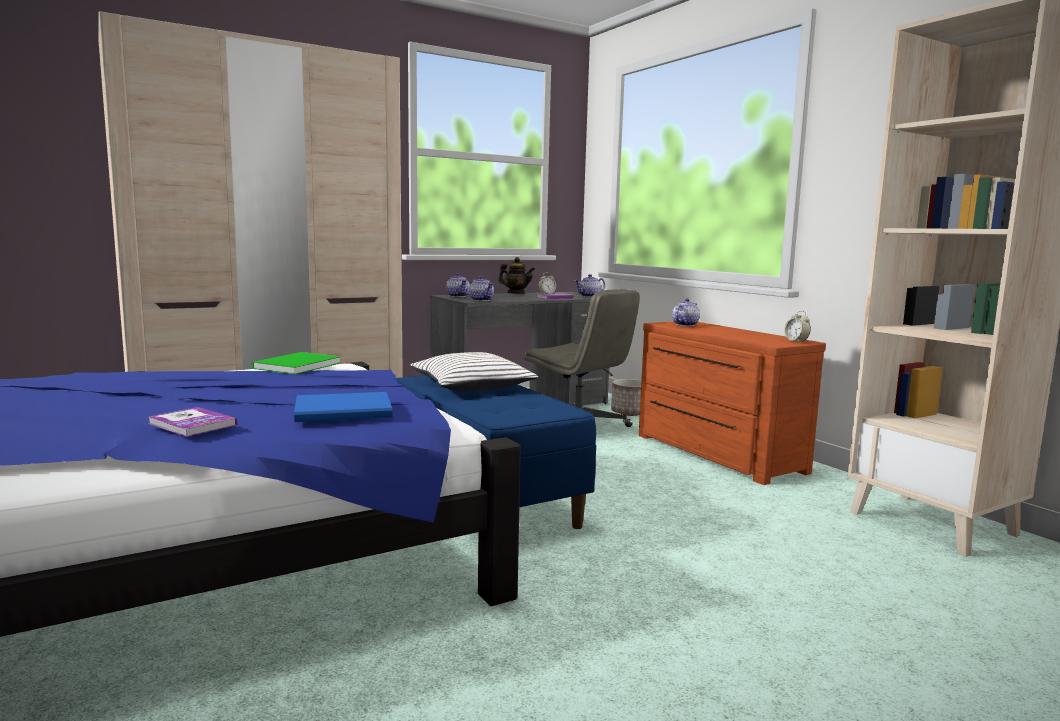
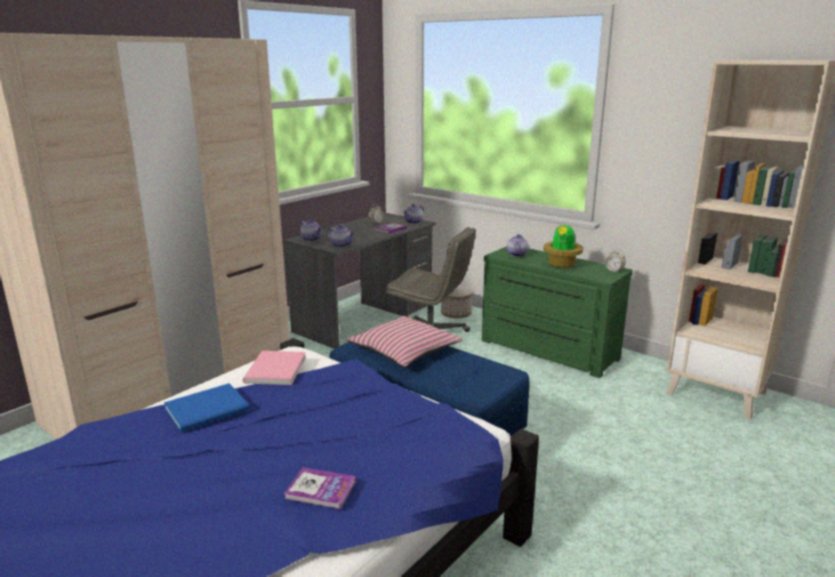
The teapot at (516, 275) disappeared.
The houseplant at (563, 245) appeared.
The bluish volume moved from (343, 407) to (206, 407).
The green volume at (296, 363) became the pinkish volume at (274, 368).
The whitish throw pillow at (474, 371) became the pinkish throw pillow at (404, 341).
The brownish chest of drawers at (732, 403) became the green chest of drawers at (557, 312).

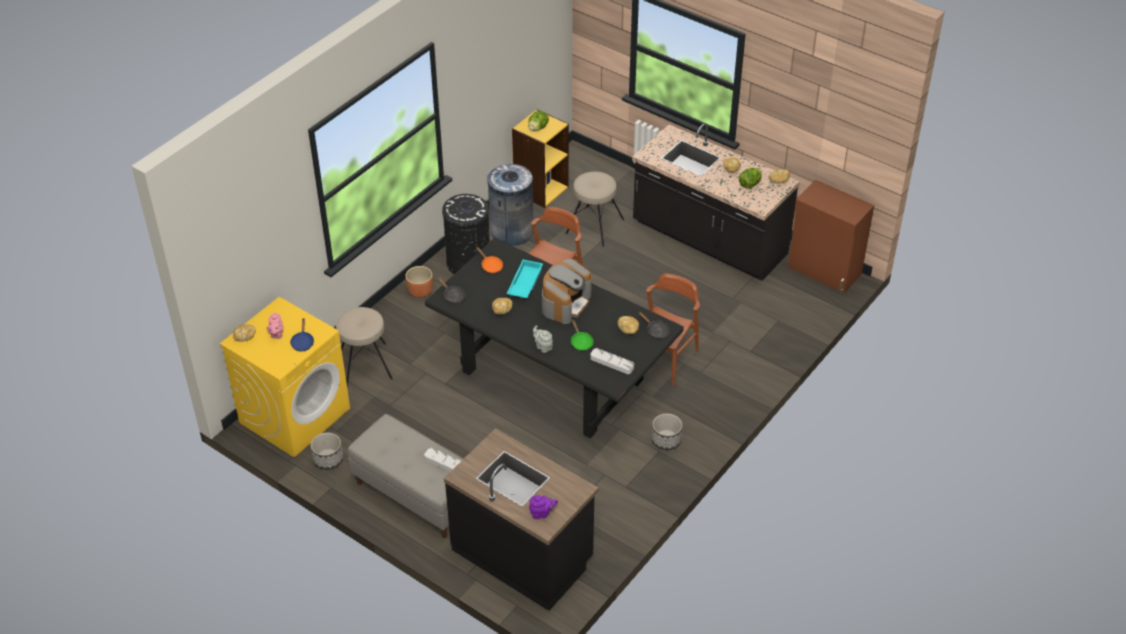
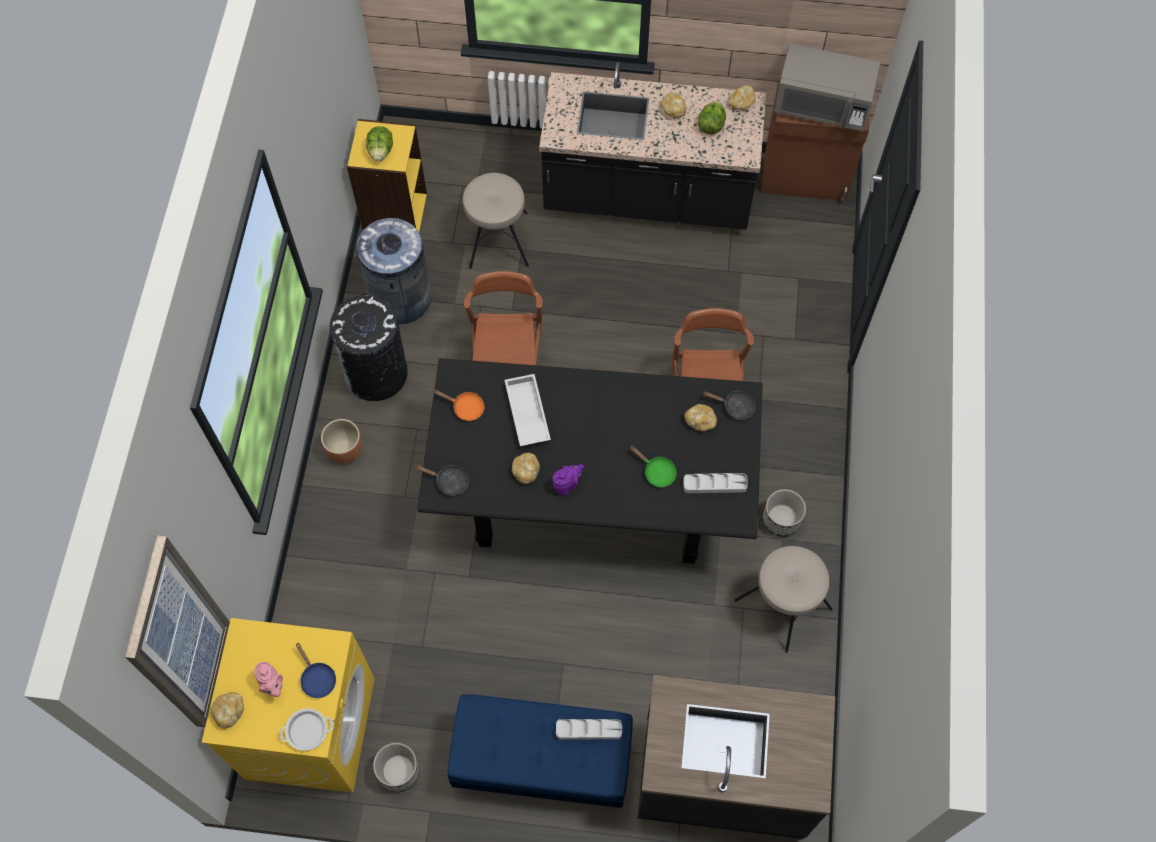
The greyish teapot at (543, 339) disappeared.
The coffee machine at (567, 291) disappeared.
The wall art at (177, 631) appeared.
The stockpot at (306, 729) appeared.
The greyish kitchen microwave at (827, 87) appeared.
The beige-coloured sitting stool moved from (364, 346) to (783, 599).
The purple teapot moved from (543, 507) to (568, 480).
The greyish indoor bench at (405, 476) became the bluish indoor bench at (540, 751).
The blue-green carrying tray at (525, 278) became the whitish carrying tray at (527, 410).

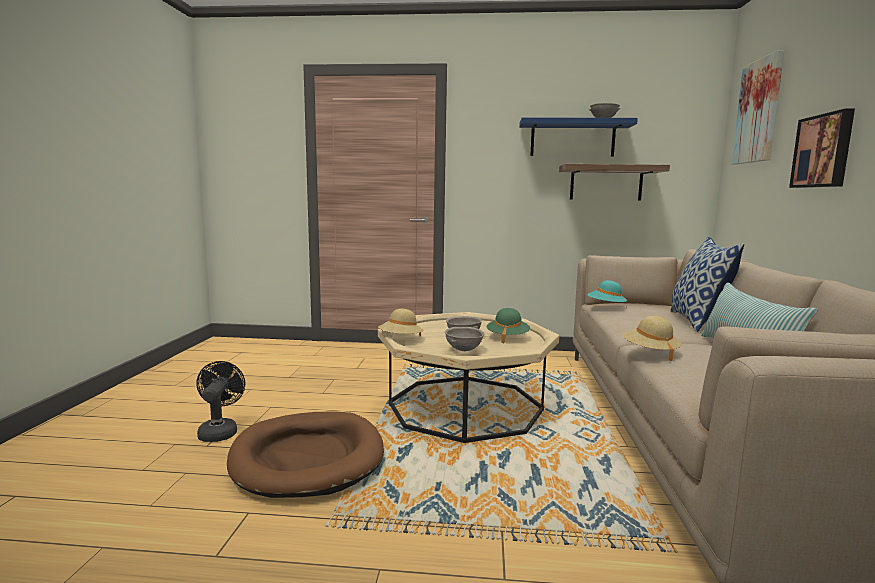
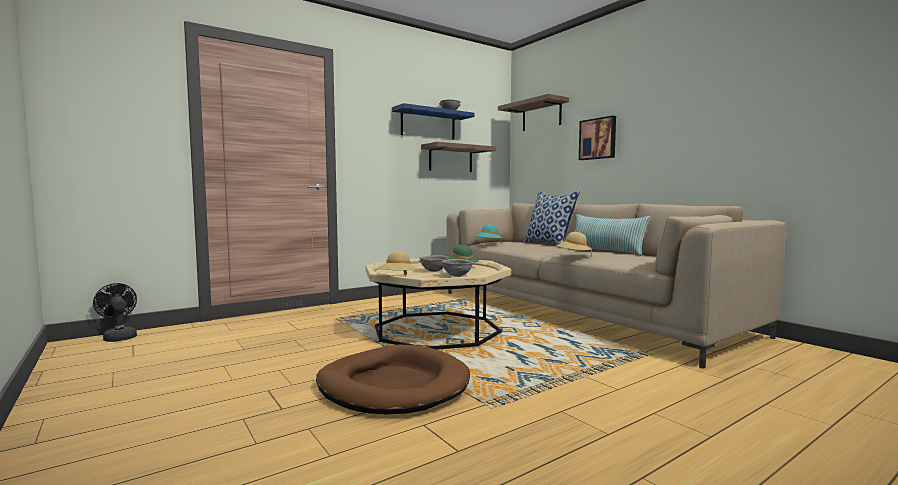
The black-coloured fan moved from (220, 401) to (115, 312).
The wall art at (758, 107) was replaced by the bracket shelf at (533, 112).

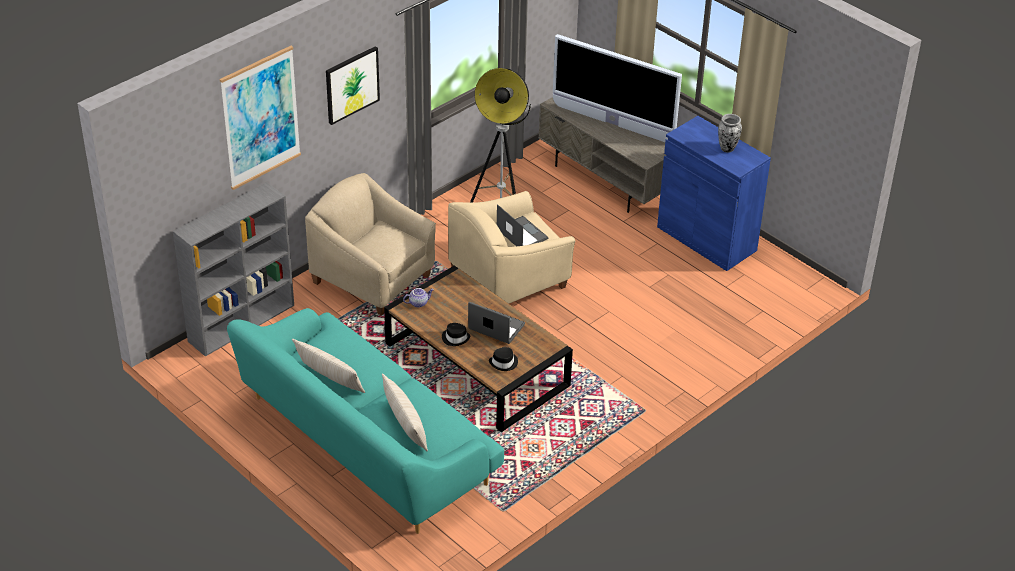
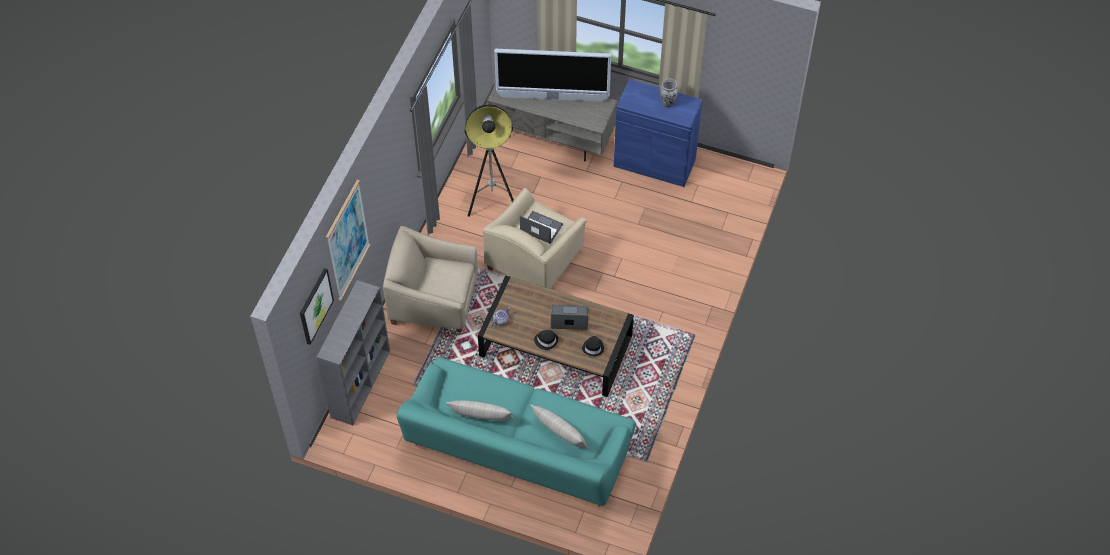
The wall art moved from (353, 85) to (317, 306).

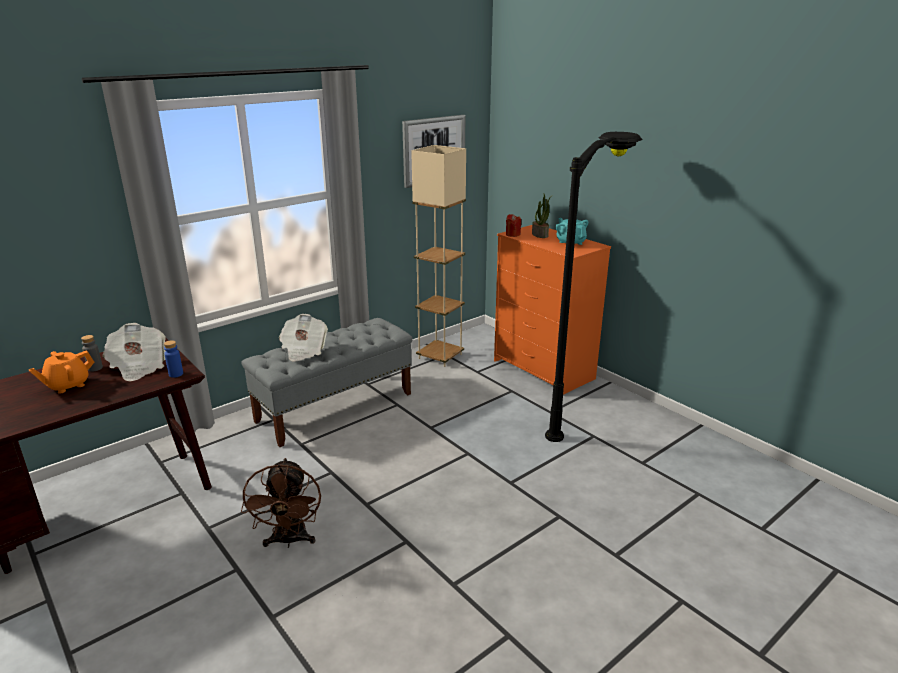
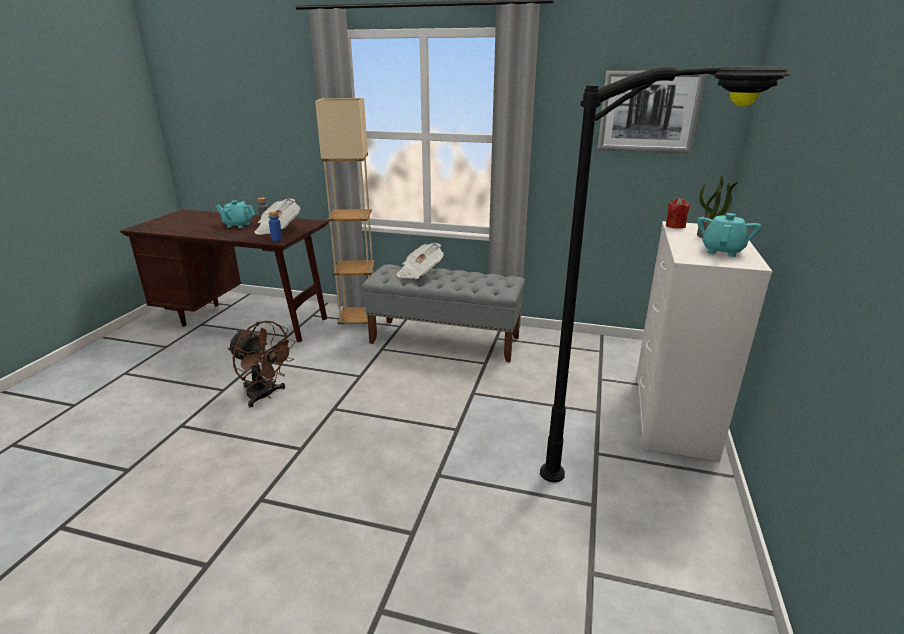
The beige-coloured standard lamp moved from (438, 256) to (345, 213).
The orangey teapot at (62, 372) became the blue-green teapot at (235, 214).
The orangey chest of drawers at (552, 310) became the whitish chest of drawers at (704, 341).
The brownish fan at (281, 503) turned 105 degrees counterclockwise.

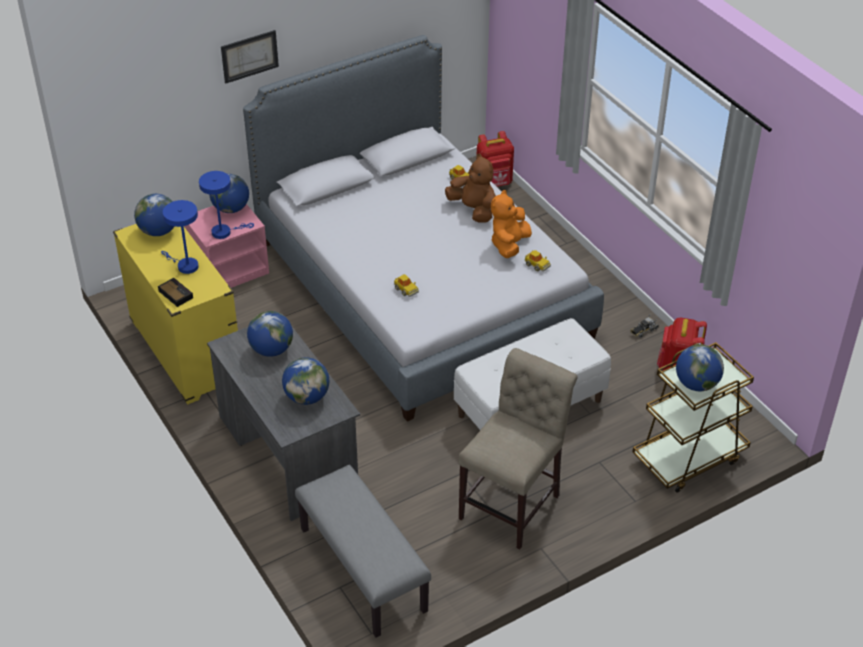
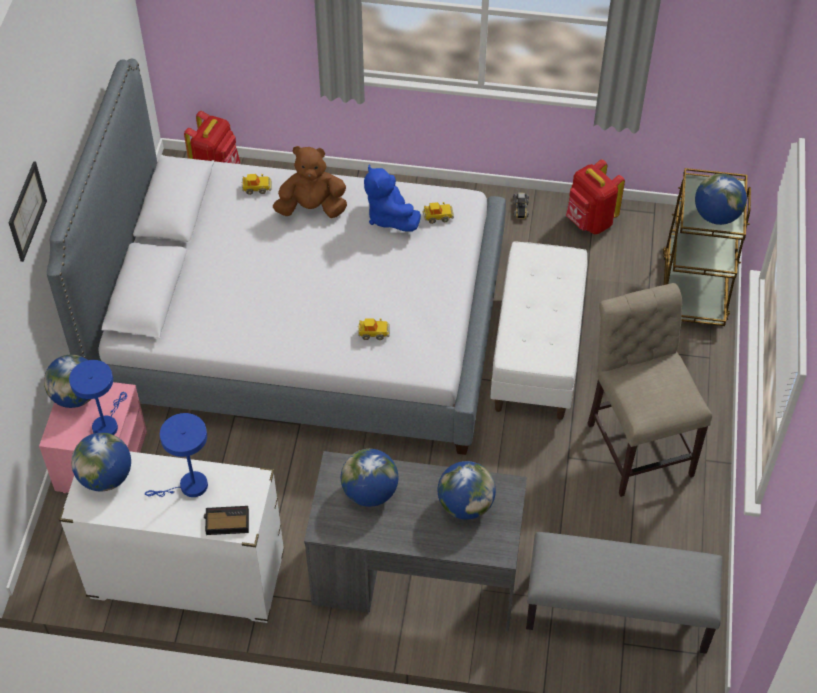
The yellow-coloured chest of drawers at (175, 314) became the whitish chest of drawers at (171, 537).
The orangey plush toy at (511, 224) became the bluish plush toy at (392, 198).

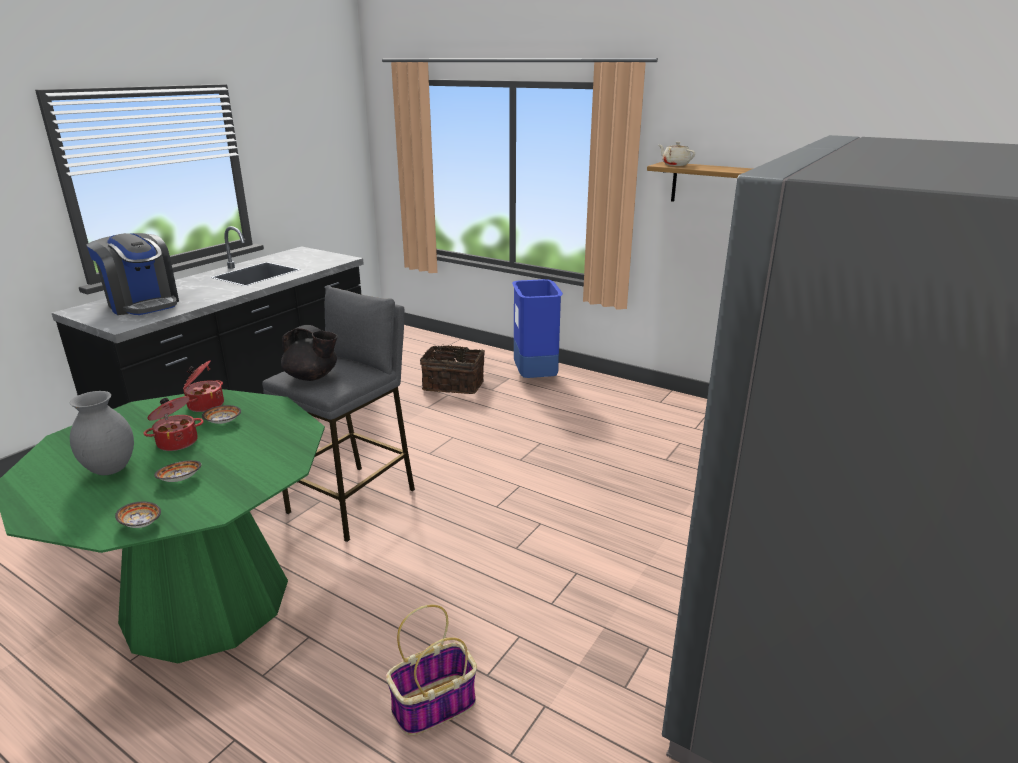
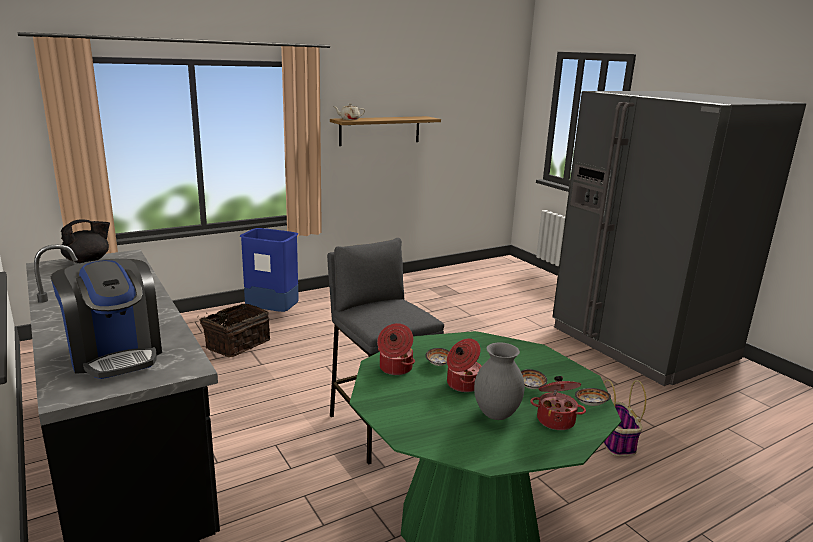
The stockpot at (558, 403) appeared.
The black-coloured teapot moved from (309, 353) to (85, 241).
The coffee machine at (132, 274) turned 75 degrees clockwise.

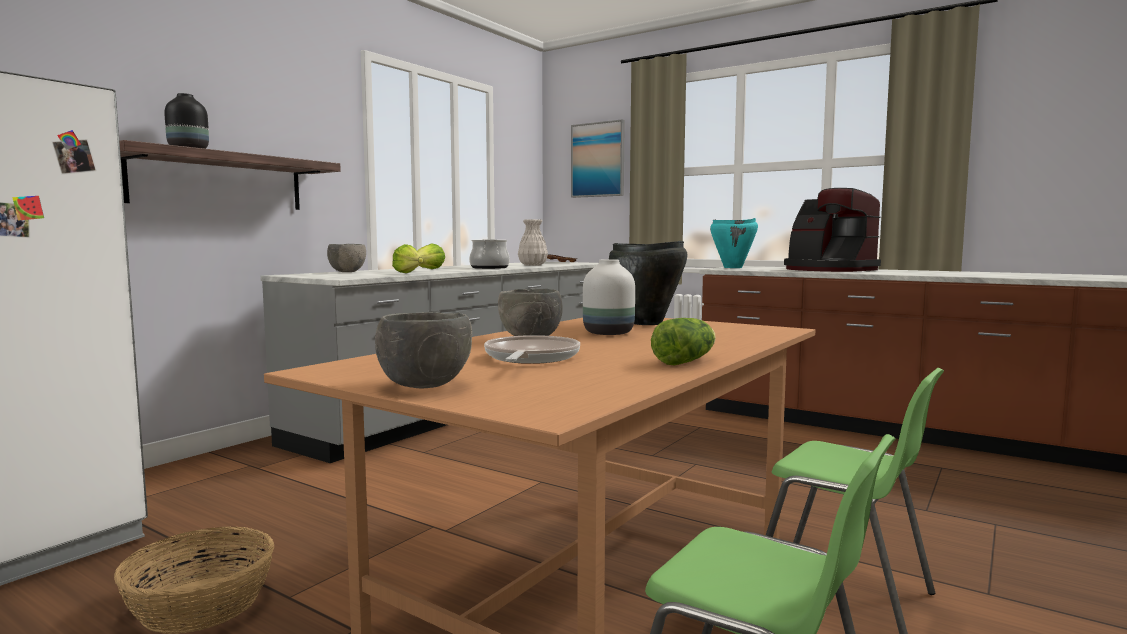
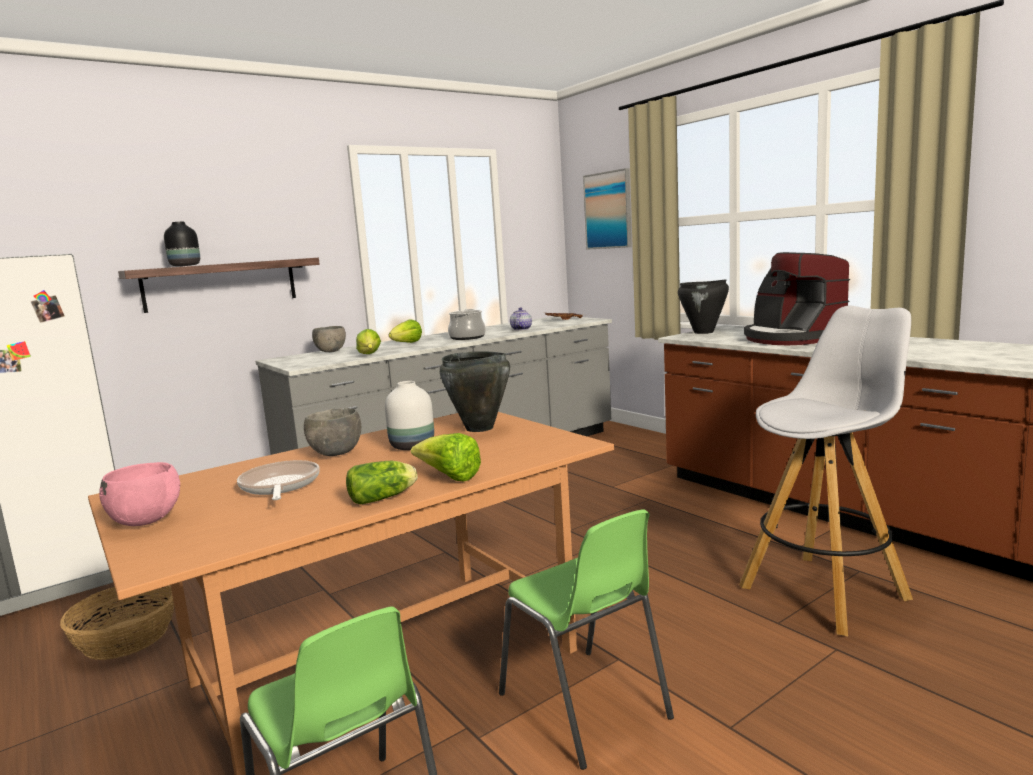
The head of lettuce at (446, 457) appeared.
The whitish sitting stool at (826, 471) appeared.
The whitish decorative vase at (533, 242) was replaced by the teapot at (521, 319).
The greyish deep dish at (423, 350) became the pinkish deep dish at (139, 494).
The blue-green stockpot at (734, 243) became the black-coloured stockpot at (703, 306).
The skillet at (532, 349) turned 45 degrees counterclockwise.

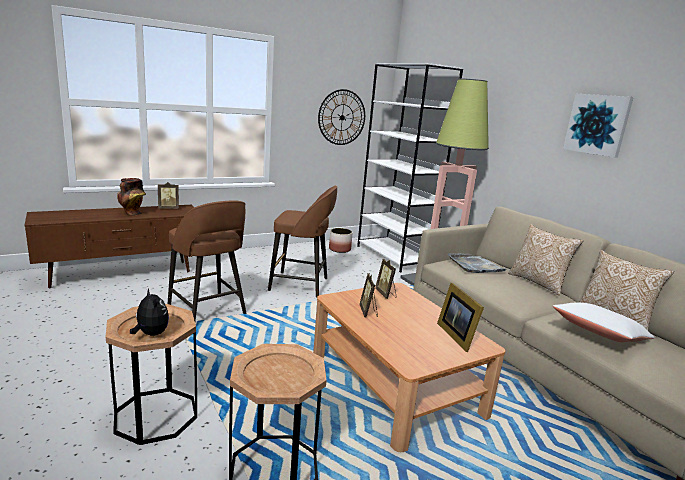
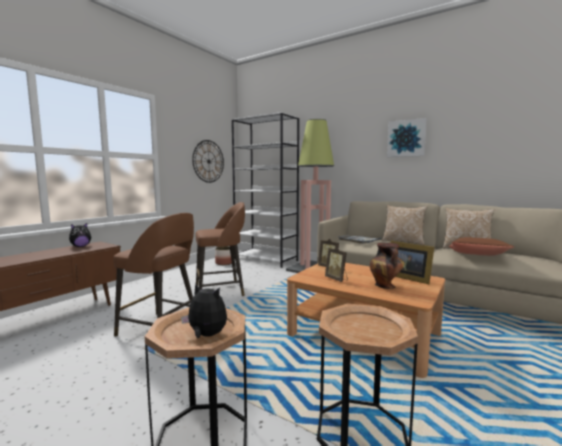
The decorative vase moved from (131, 196) to (387, 265).
The photo frame at (168, 195) was replaced by the plush toy at (80, 235).
The whitish throw pillow at (604, 322) became the brownish throw pillow at (481, 246).

